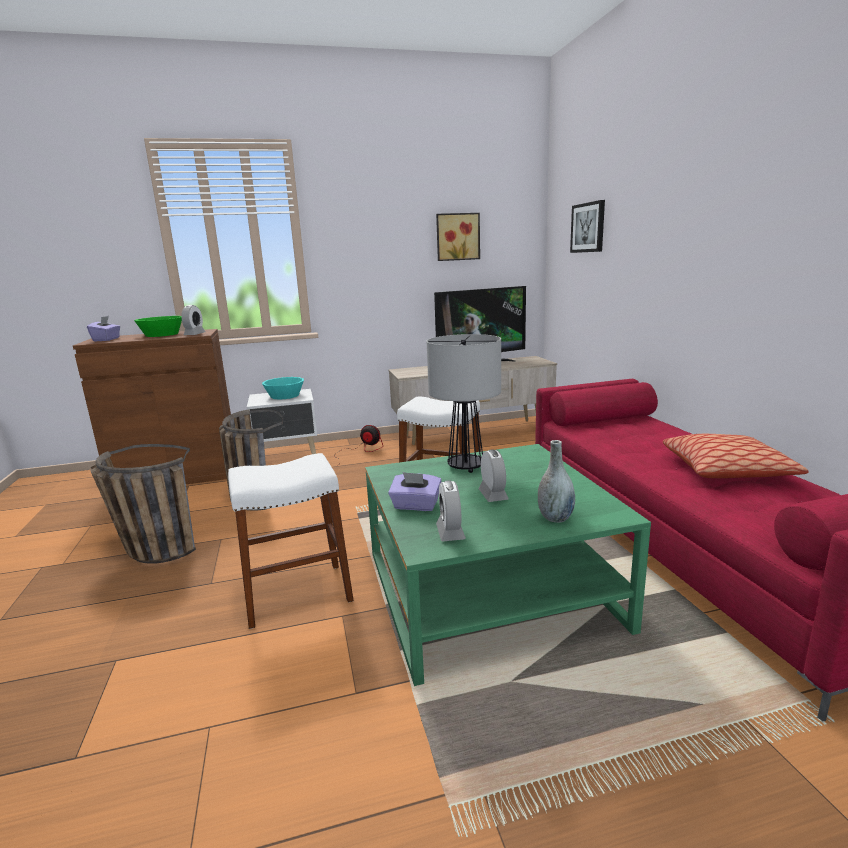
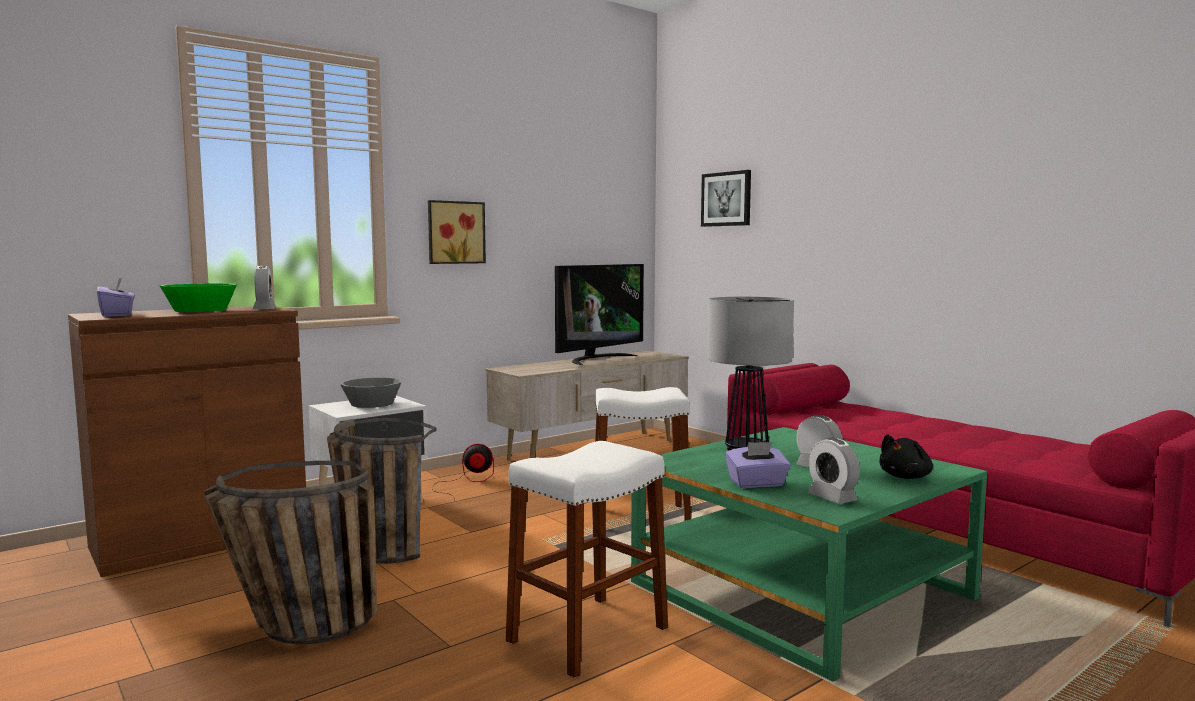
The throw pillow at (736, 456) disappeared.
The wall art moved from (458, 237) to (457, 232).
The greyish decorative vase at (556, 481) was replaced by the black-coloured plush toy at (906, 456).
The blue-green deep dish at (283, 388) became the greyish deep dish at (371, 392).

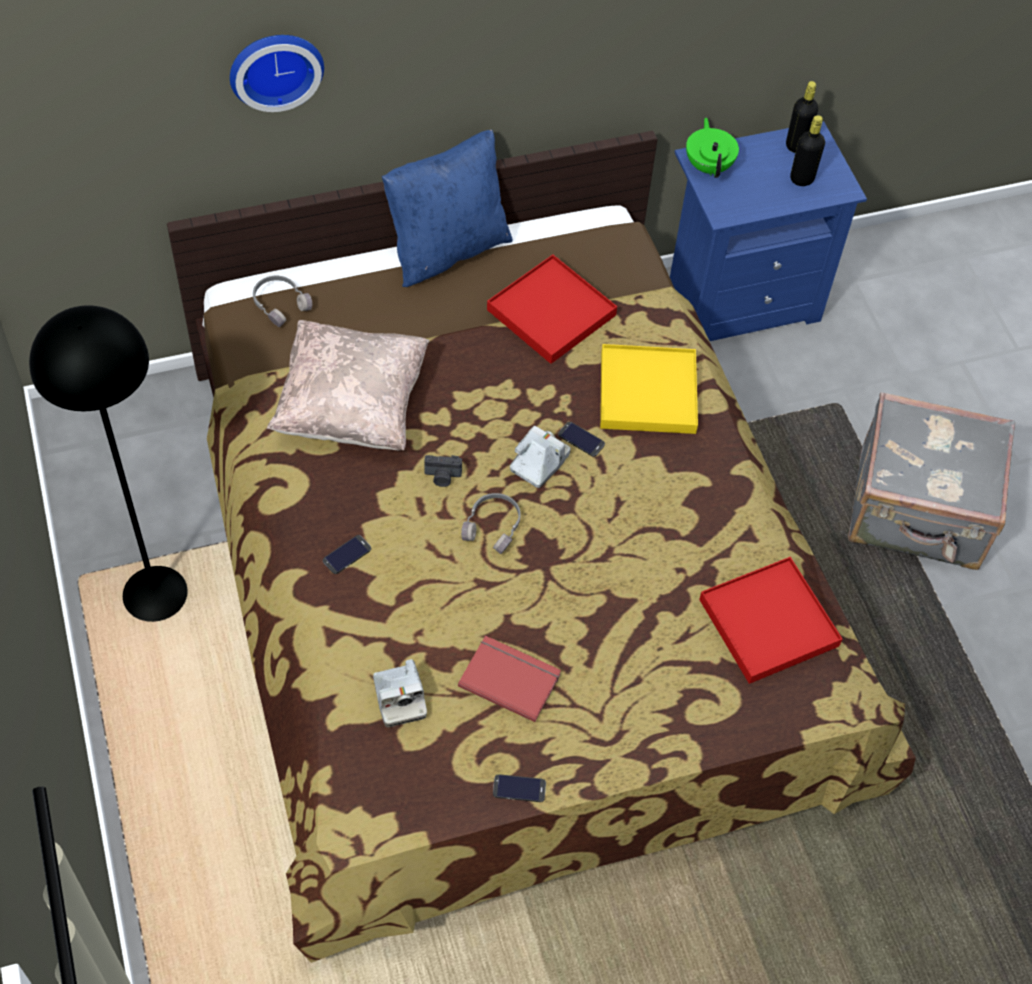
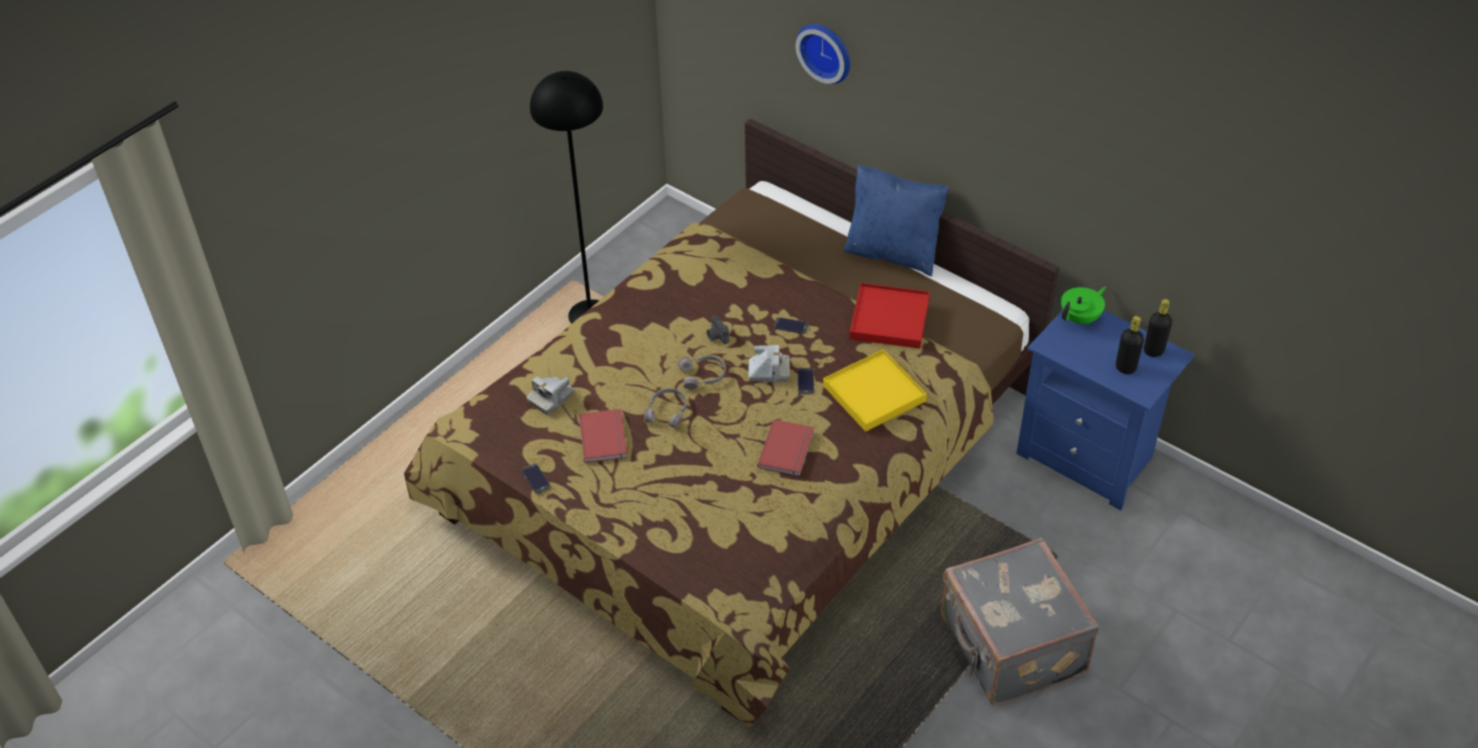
The beige-coloured throw pillow at (348, 385) disappeared.
The red carrying tray at (770, 620) disappeared.
The red volume at (785, 448) appeared.
The greyish pair of headphones moved from (282, 301) to (665, 408).
The handset moved from (347, 554) to (791, 325).

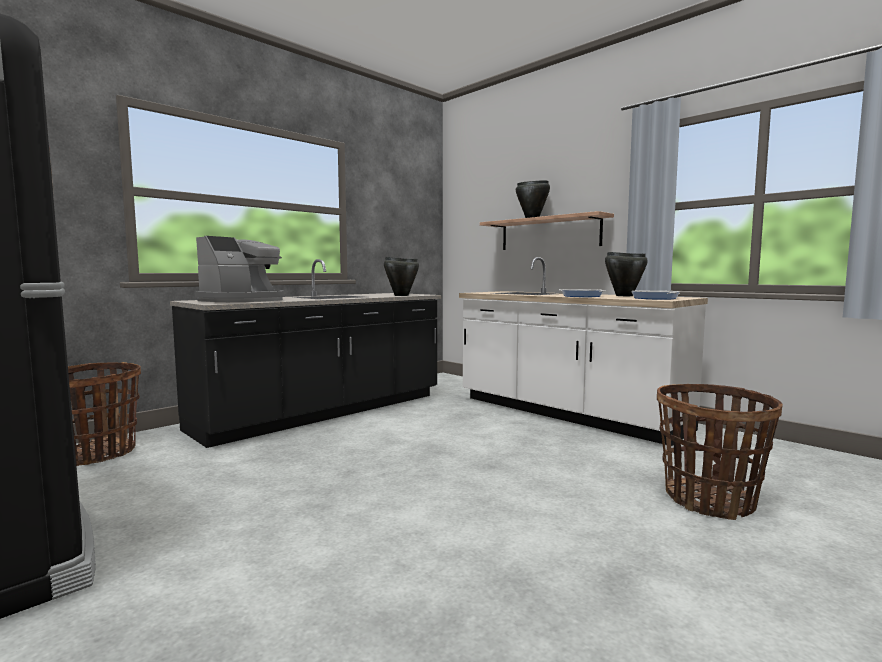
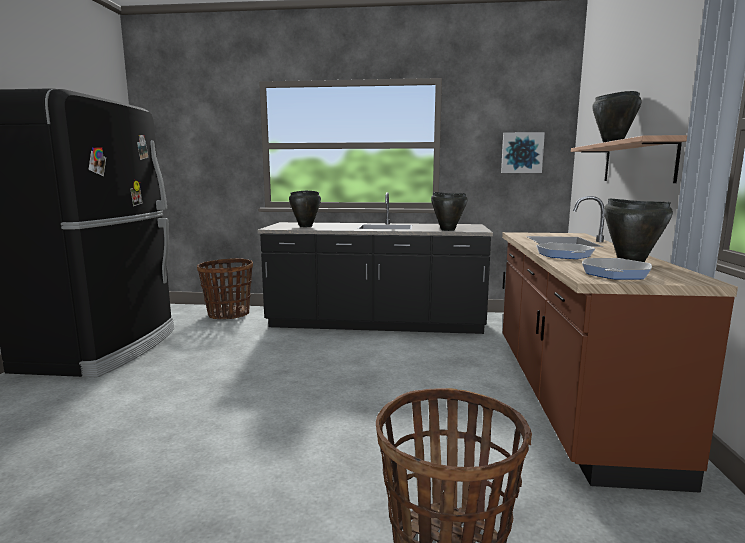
The wall art at (523, 152) appeared.
The coffee machine at (240, 269) was replaced by the black-coloured stockpot at (305, 208).
The whitish kitchen base unit at (583, 351) became the brownish kitchen base unit at (620, 344).

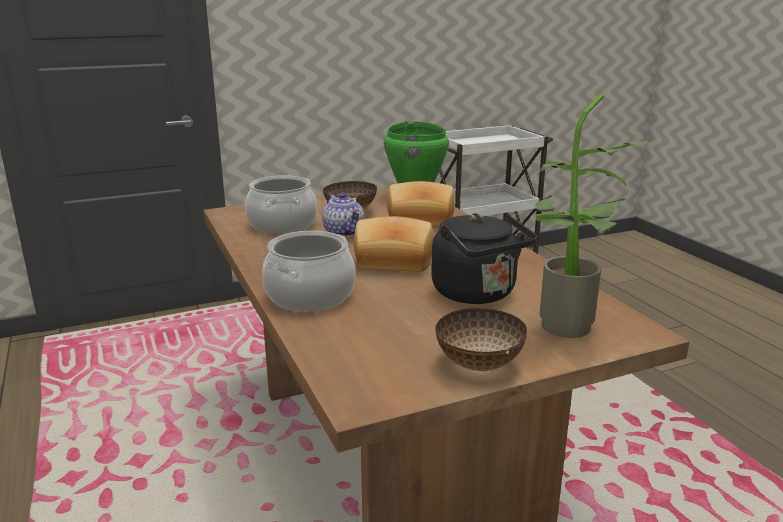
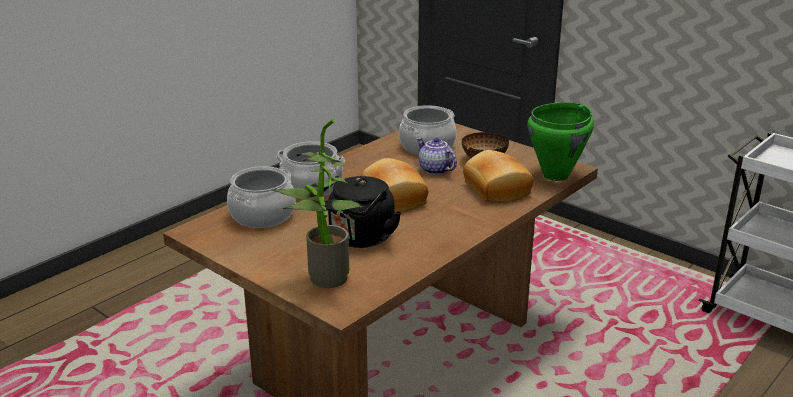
The deep dish at (481, 339) disappeared.
The stockpot at (261, 197) appeared.
The teapot at (343, 215) turned 105 degrees clockwise.

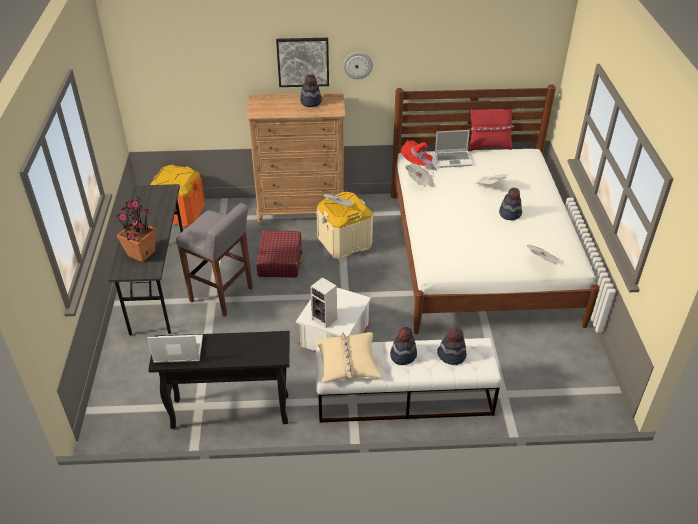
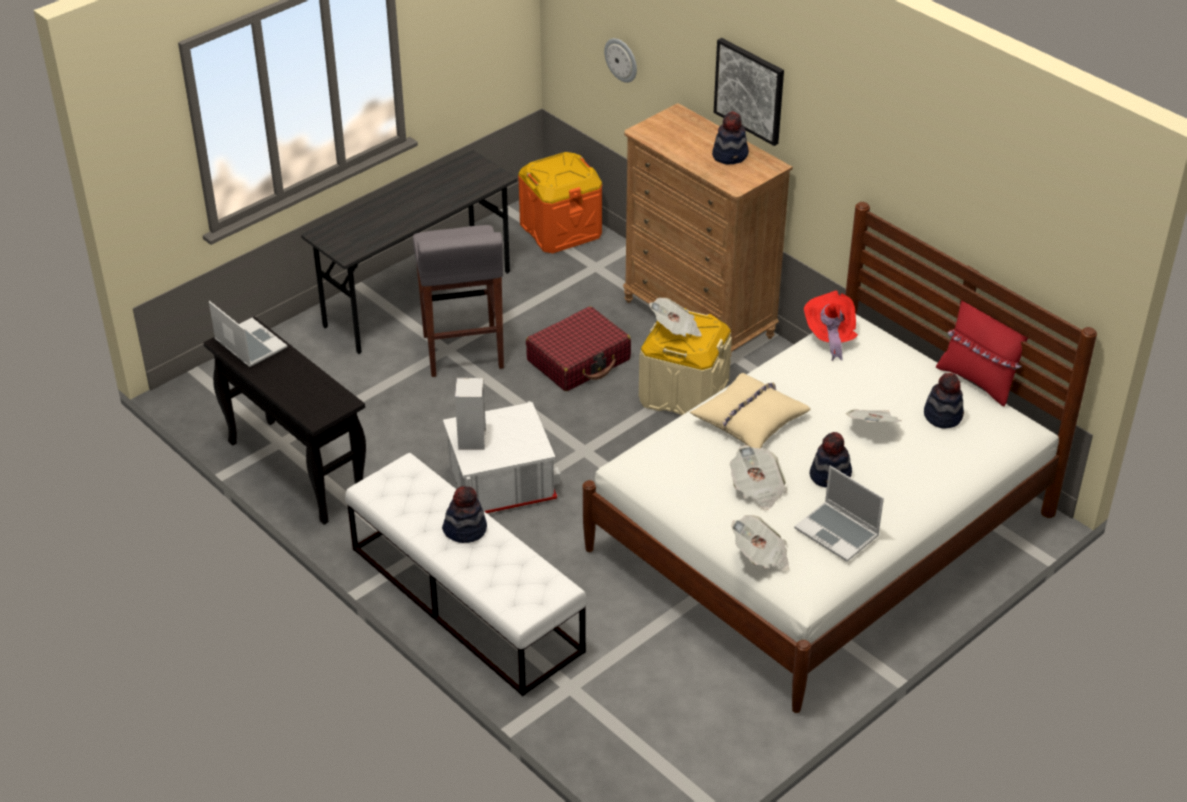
The houseplant at (136, 229) disappeared.
The beige-coloured throw pillow moved from (349, 357) to (750, 410).
The hanging clock moved from (358, 65) to (620, 60).
The printed paper moved from (420, 175) to (759, 477).
The laptop moved from (453, 149) to (839, 514).
The hat moved from (452, 346) to (944, 401).

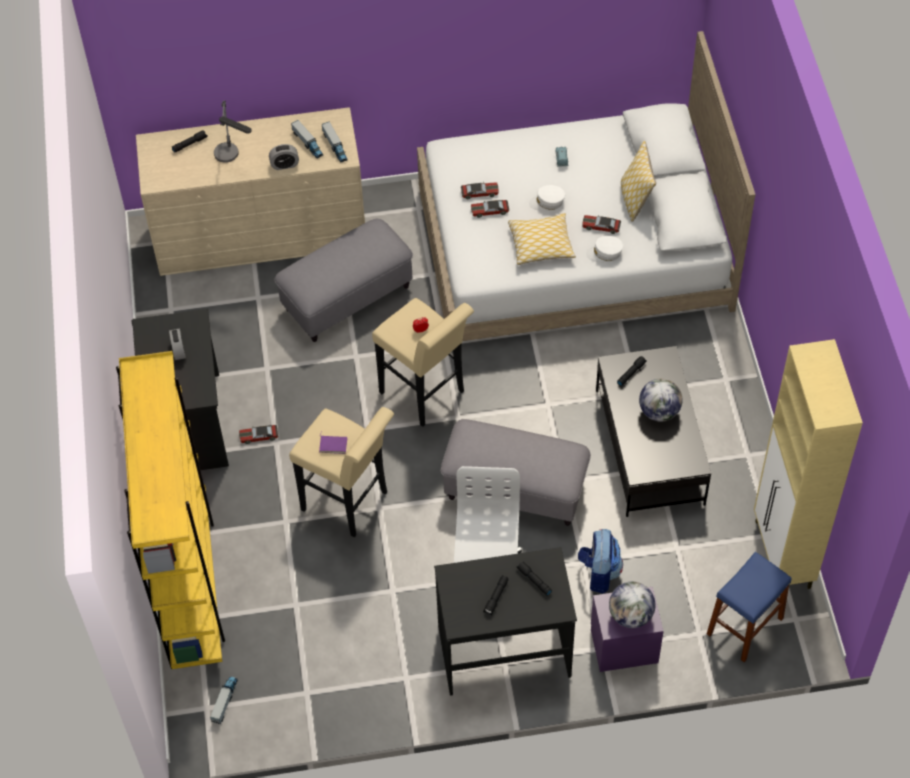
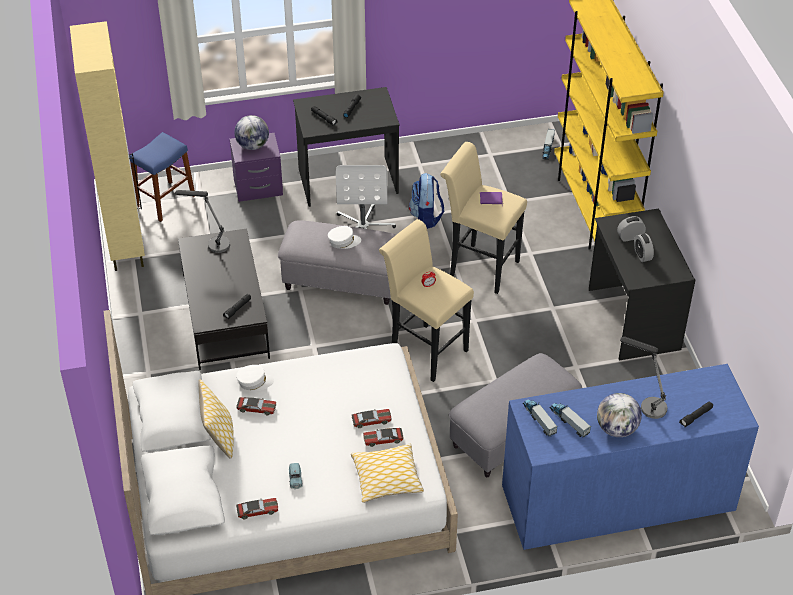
The table lamp at (202, 221) appeared.
The miniature car moved from (258, 434) to (257, 508).
The table clock moved from (284, 157) to (631, 229).
The throw pillow moved from (542, 239) to (387, 473).
The whitish cap moved from (547, 198) to (344, 237).
The knapsack moved from (600, 561) to (426, 201).
The globe moved from (661, 400) to (619, 415).
The beige-coloured chest of drawers at (250, 191) became the bluish chest of drawers at (630, 457).

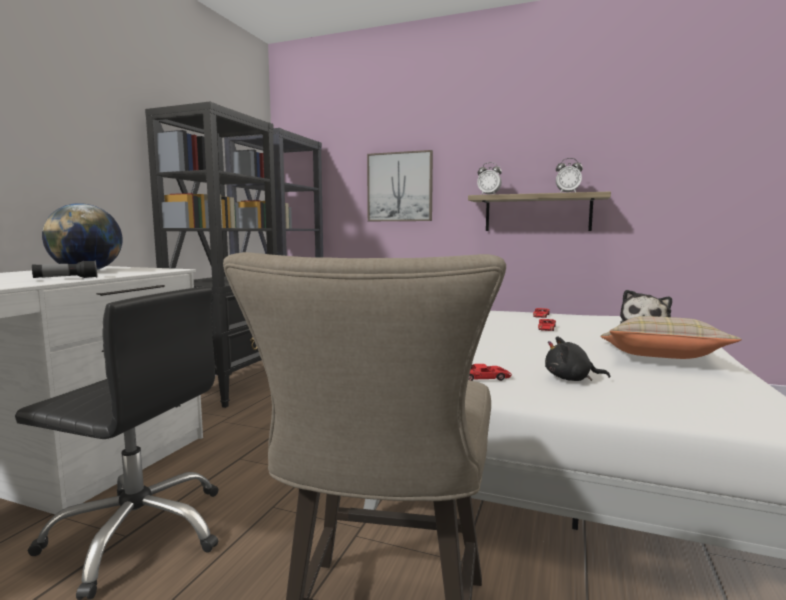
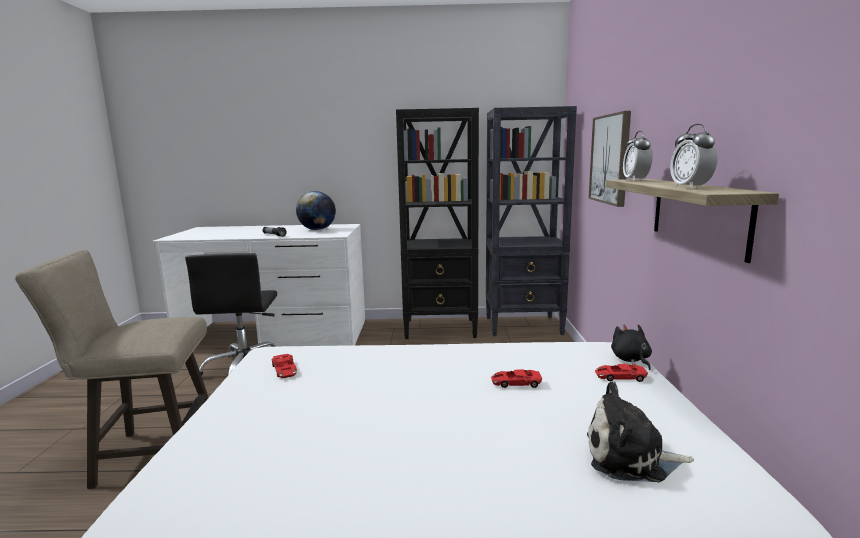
The beige-coloured throw pillow at (671, 337) disappeared.
The black-coloured plush toy moved from (577, 359) to (631, 347).

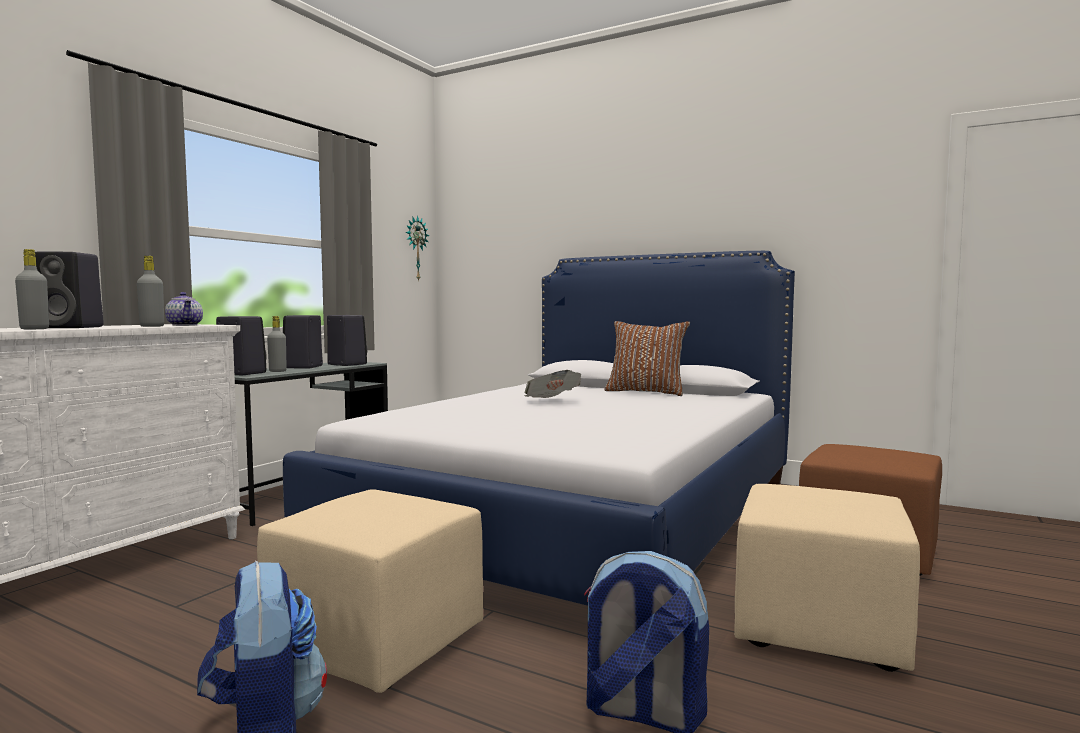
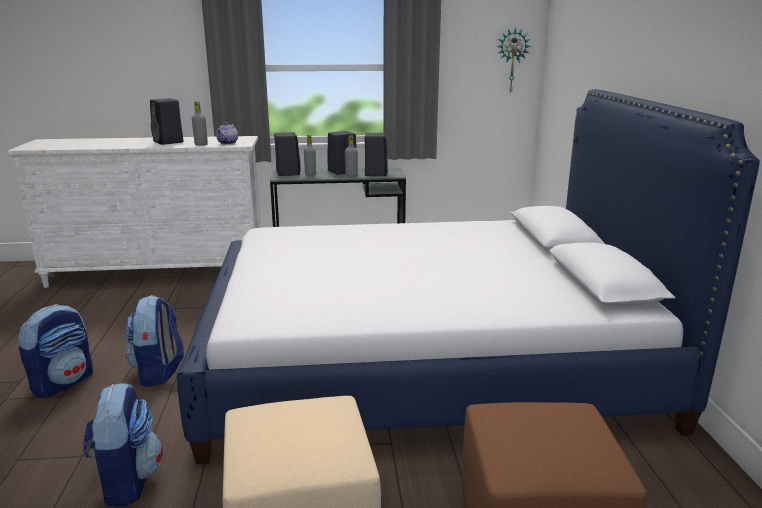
The printed paper at (553, 384) disappeared.
The brownish throw pillow at (647, 358) disappeared.
The greyish drink bottle moved from (32, 289) to (351, 156).
The beige-coloured footrest at (370, 591) was replaced by the knapsack at (154, 341).

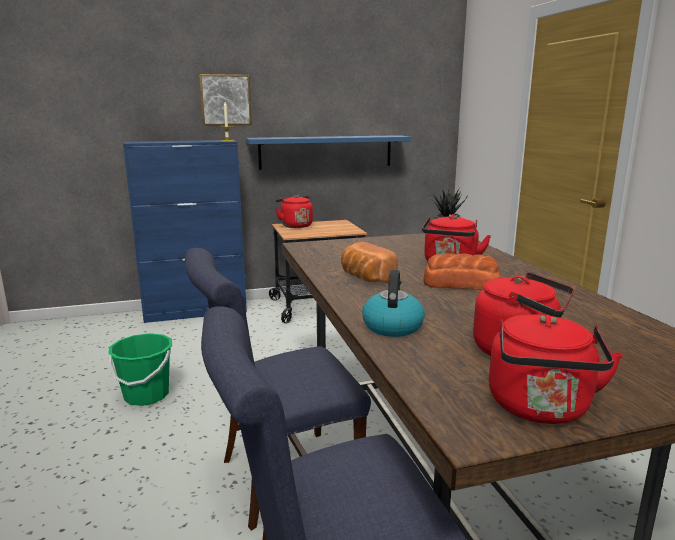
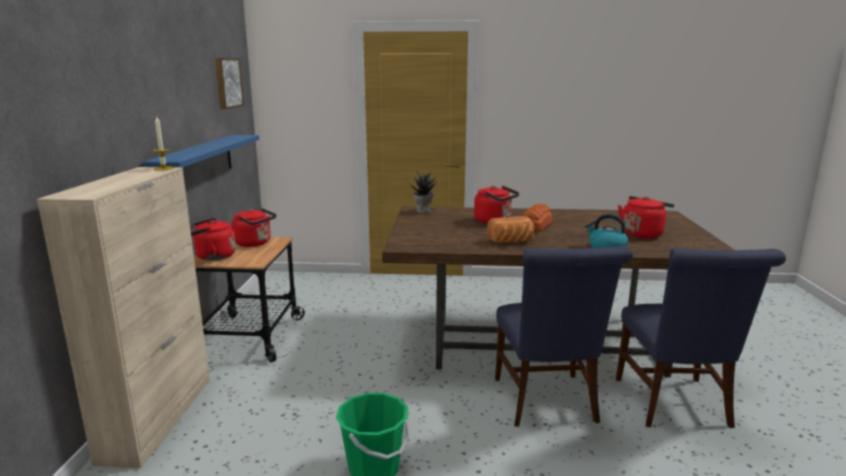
The wall art moved from (225, 100) to (229, 83).
The red tea kettle moved from (556, 369) to (254, 227).
The bluish storage cabinet at (185, 231) became the beige-coloured storage cabinet at (123, 317).

